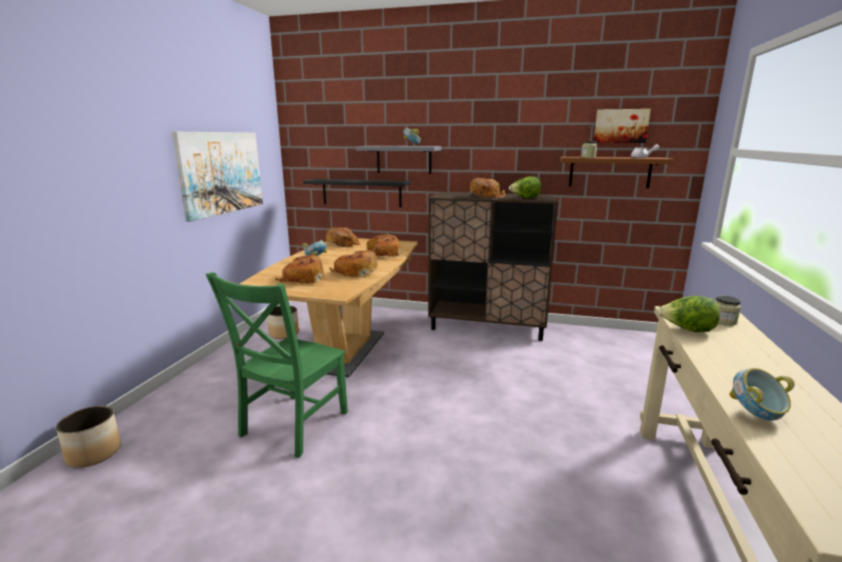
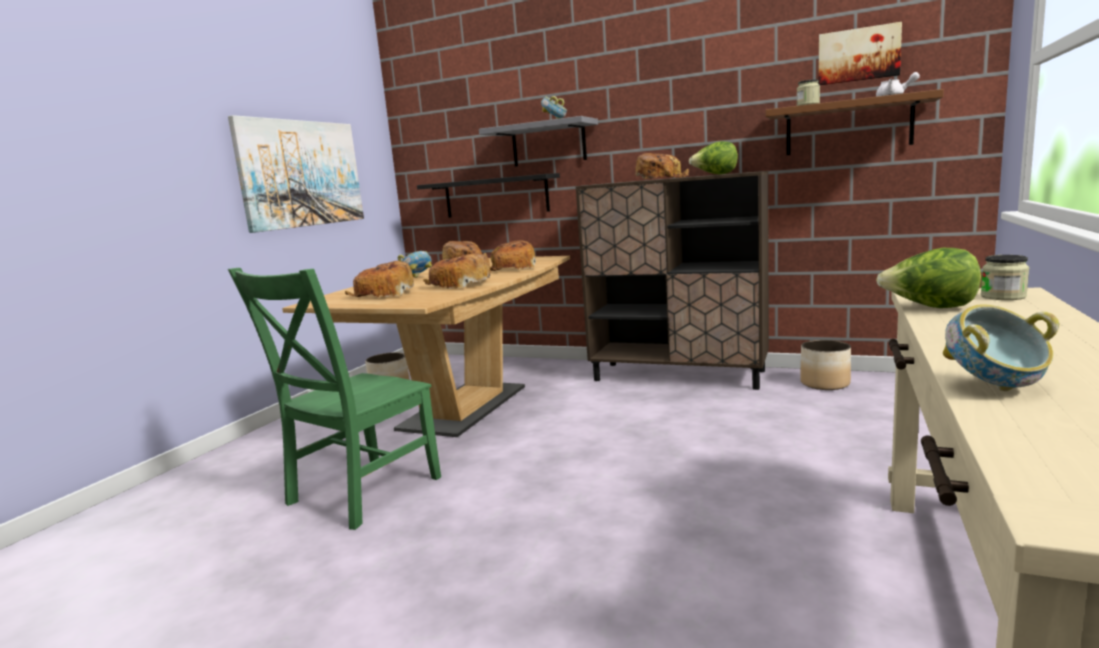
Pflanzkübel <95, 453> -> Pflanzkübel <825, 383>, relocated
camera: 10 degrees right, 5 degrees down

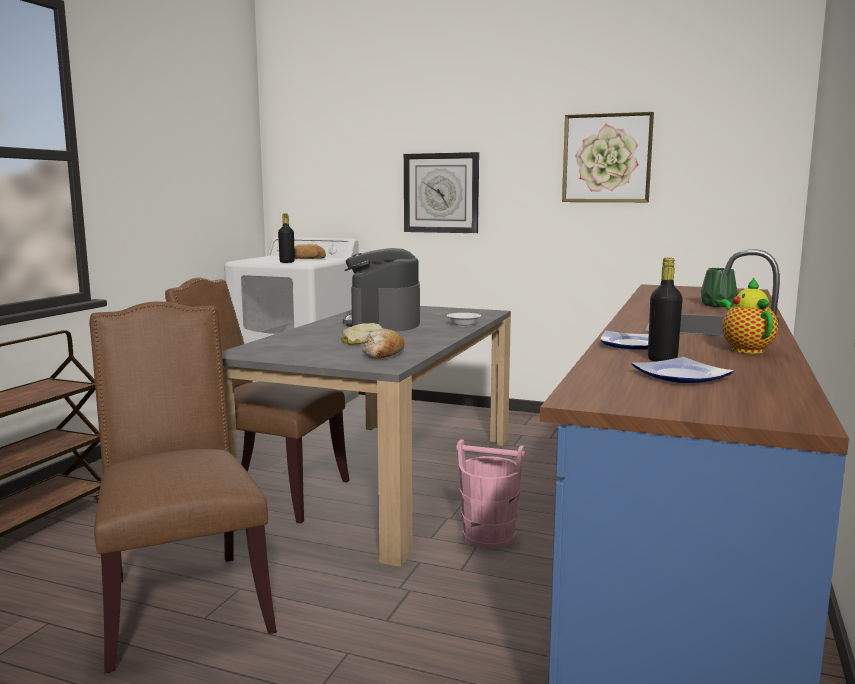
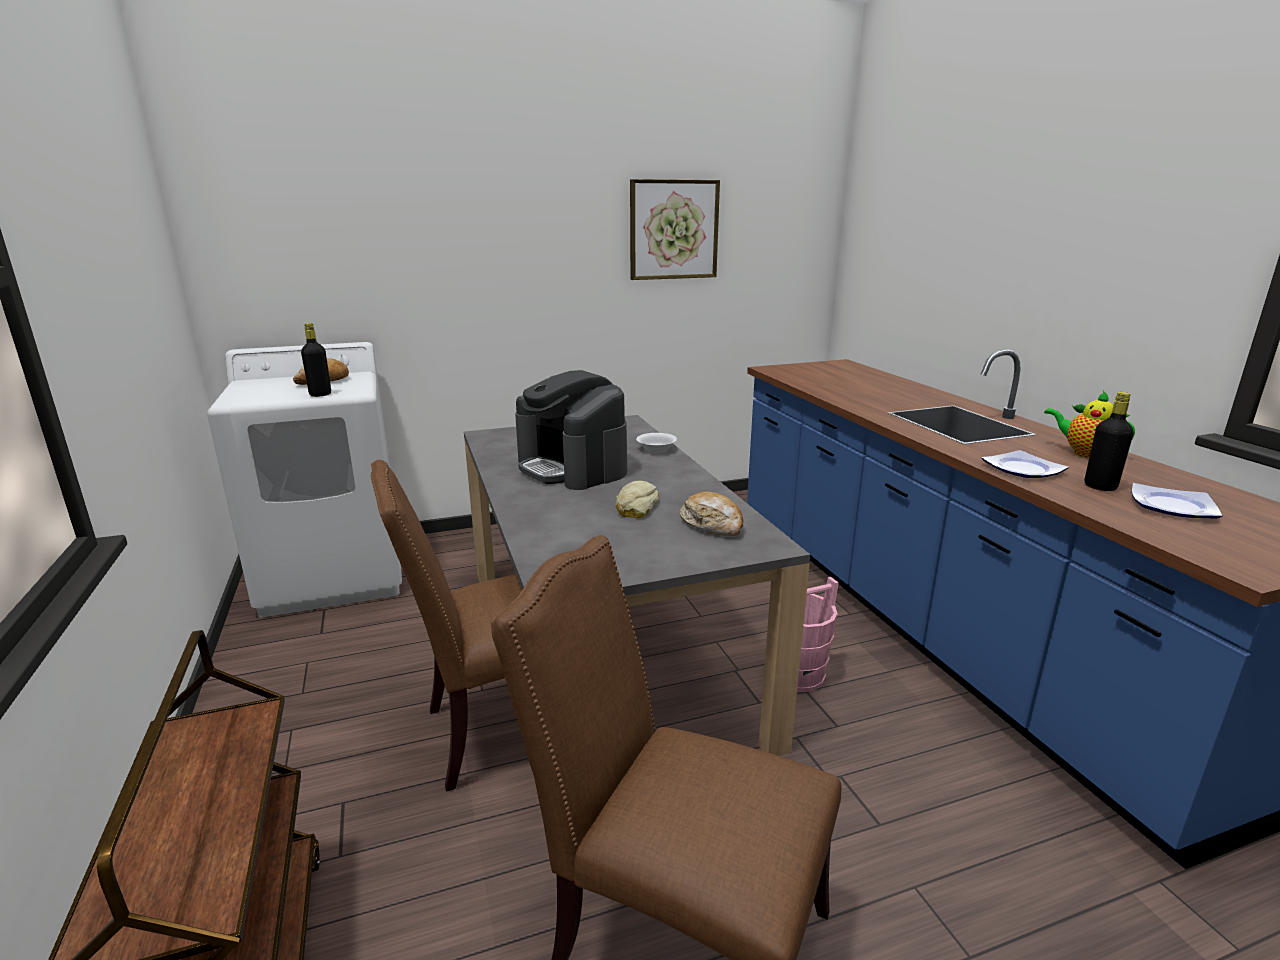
Wanduhr <441, 193> -> none
Vase (grün) <718, 305> -> none
camera: 40 degrees left, 10 degrees up

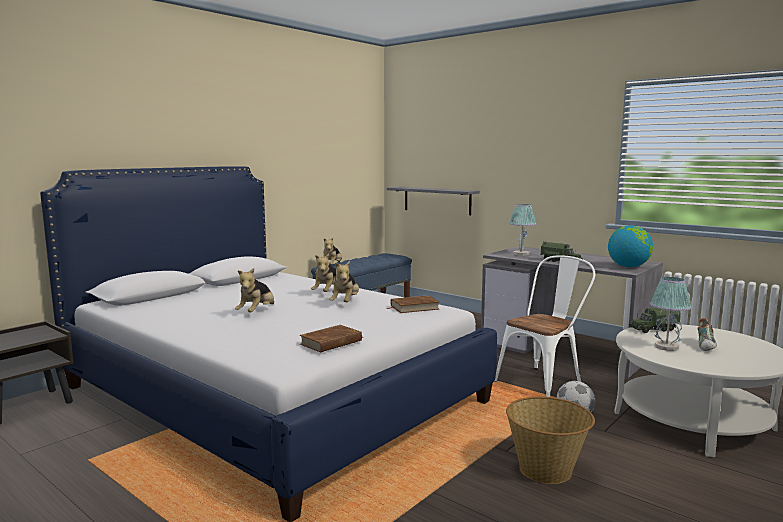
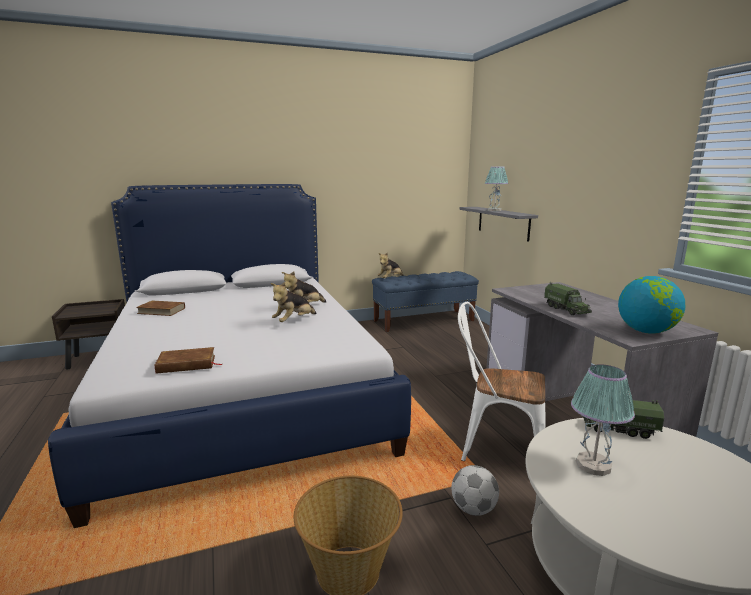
Plüschtier <257, 312> -> none
Schuh <706, 346> -> none
Buch (braun) <414, 307> -> Buch (braun) <161, 311>, relocated
Tischlampe <521, 254> -> Tischlampe <494, 210>, relocated
Stuhl (weiß) <543, 381> -> Stuhl (weiß) <495, 448>, 150 degrees counterclockwise
camera: 30 degrees right, 5 degrees up

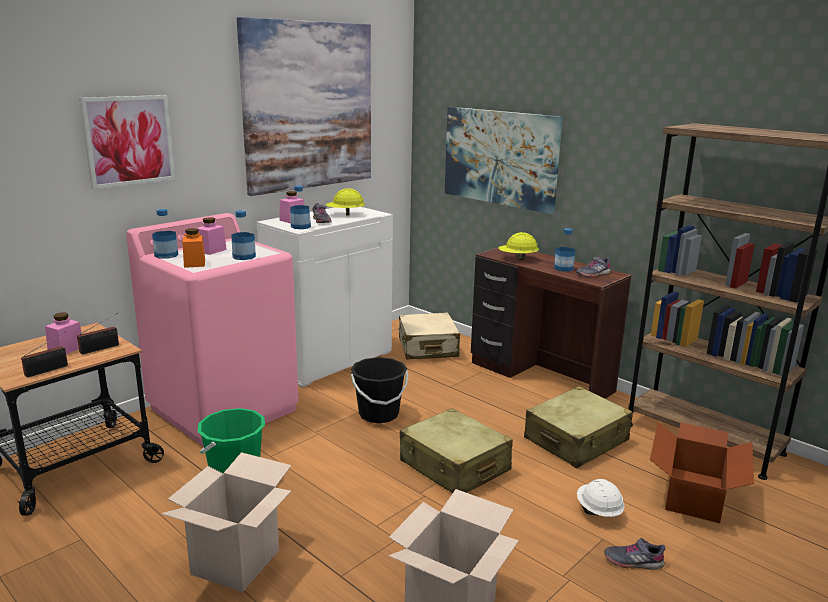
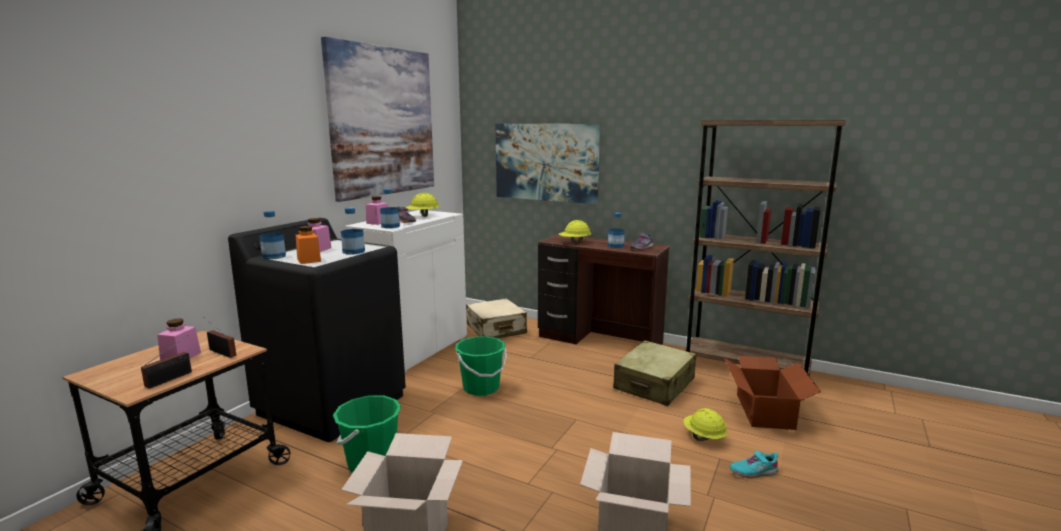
Bild <129, 140> -> none
Koffer (beige) <454, 466> -> none
Waschmaschine (rosa) <224, 409> -> Waschmaschine (schwarz) <333, 404>
Eimer (schwarz) <378, 414> -> Eimer (grün) <481, 388>
Schutzhelm (weiß) <598, 512> -> Schutzhelm (gelb) <704, 437>
Schuh (grau) <633, 561> -> Schuh (türkis) <753, 471>
Radio <102, 348> -> Radio <222, 352>, 90 degrees counterclockwise
camera: 15 degrees left, 5 degrees down

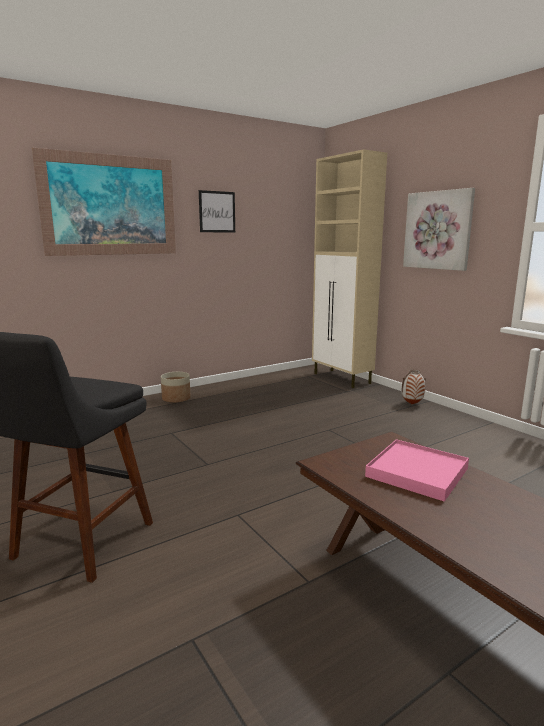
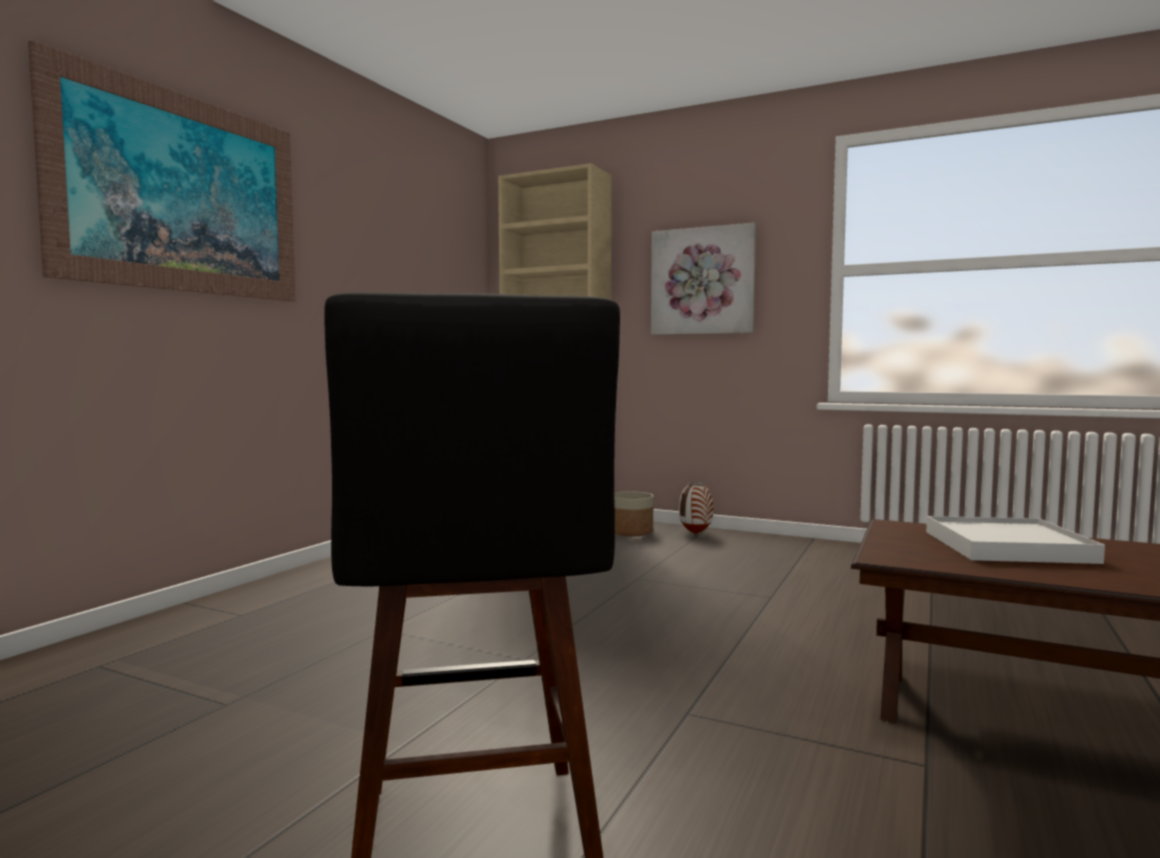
Bild <217, 212> -> none
Pflanzkübel <176, 398> -> Pflanzkübel <631, 532>, relocated
Tablett (rosa) <416, 472> -> Tablett (weiß) <1007, 547>
camera: 30 degrees left, 10 degrees down

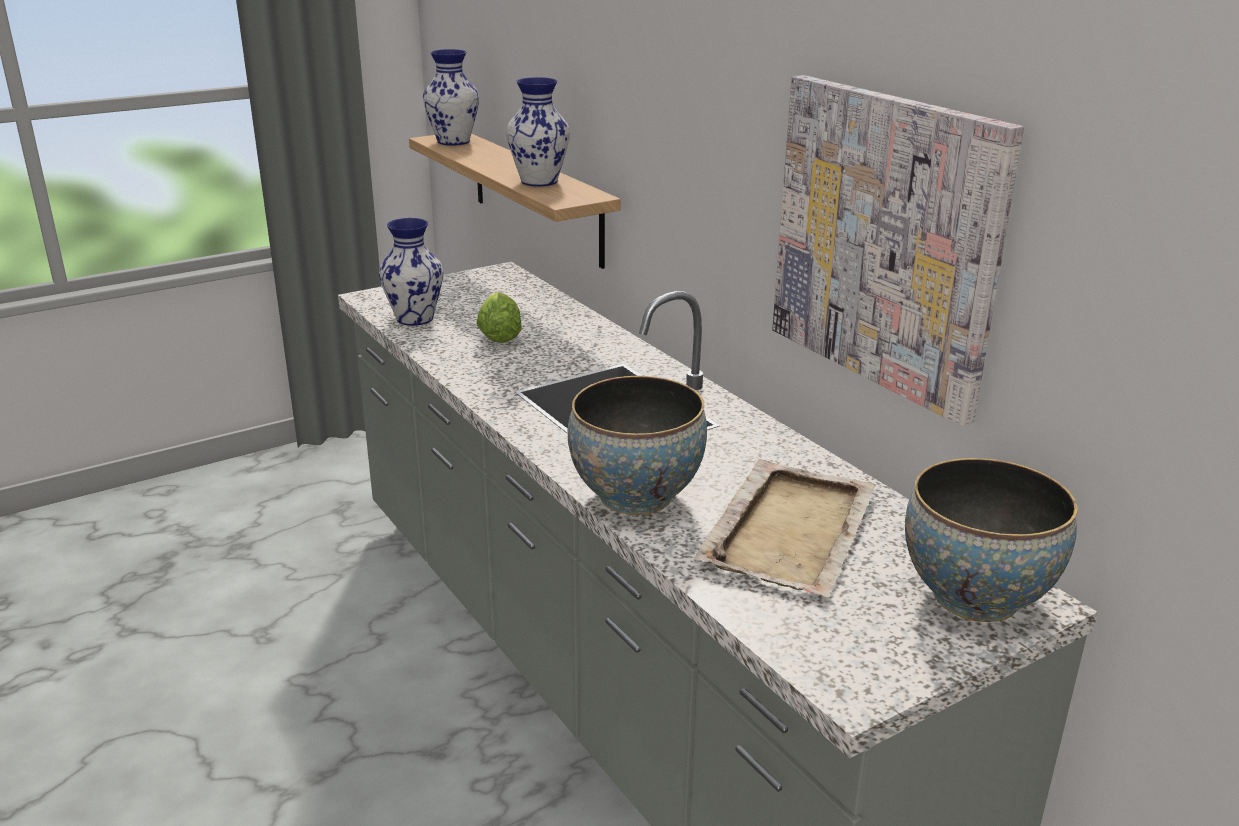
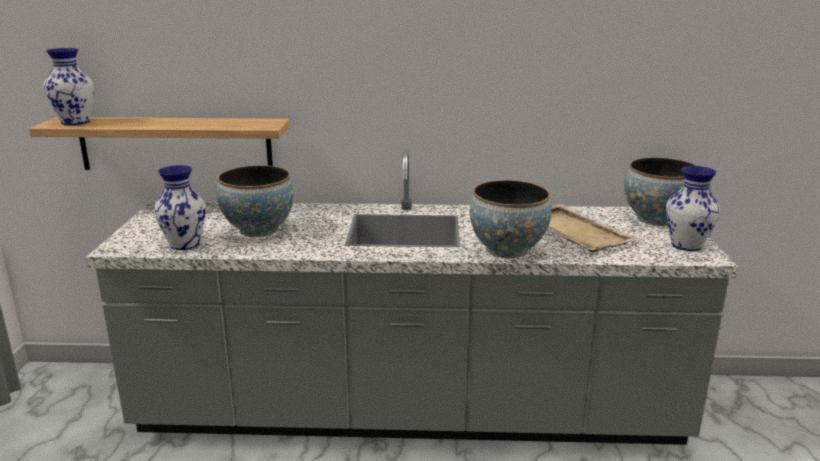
Bild <886, 242> -> none
Vase <538, 181> -> Vase <686, 245>, relocated
Salatkopf <499, 335> -> Schüssel <259, 230>
camera: 55 degrees left, 5 degrees down

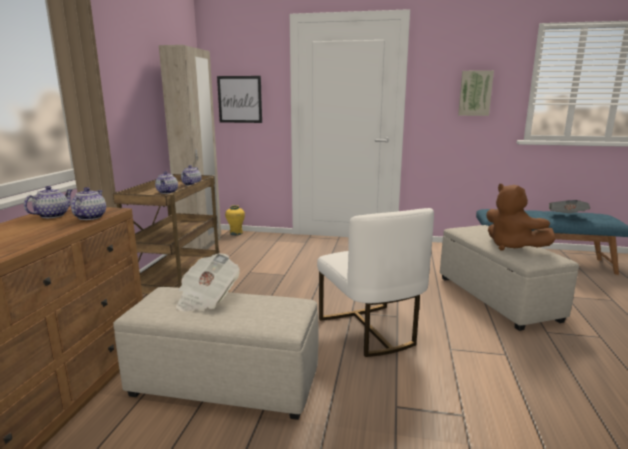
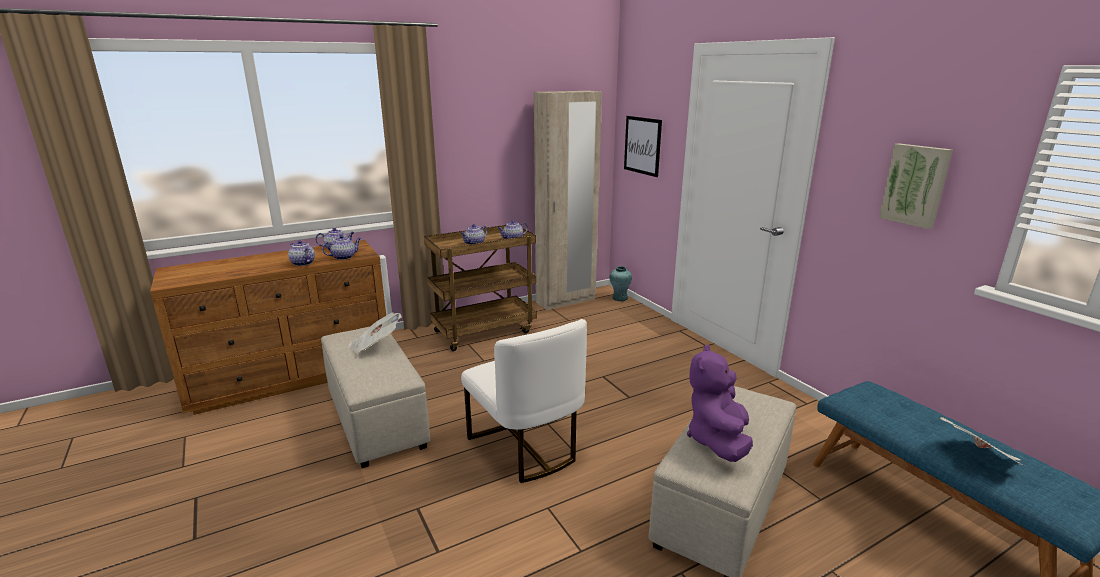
none -> Teekanne <302, 263>
Vase (gelb) <236, 233> -> Vase (türkis) <620, 298>
Plüschtier (braun) <512, 246> -> Plüschtier (lila) <718, 440>
Stuhl (weiß) <370, 330> -> Stuhl (weiß) <525, 447>, 60 degrees counterclockwise
camera: 50 degrees right, 5 degrees up

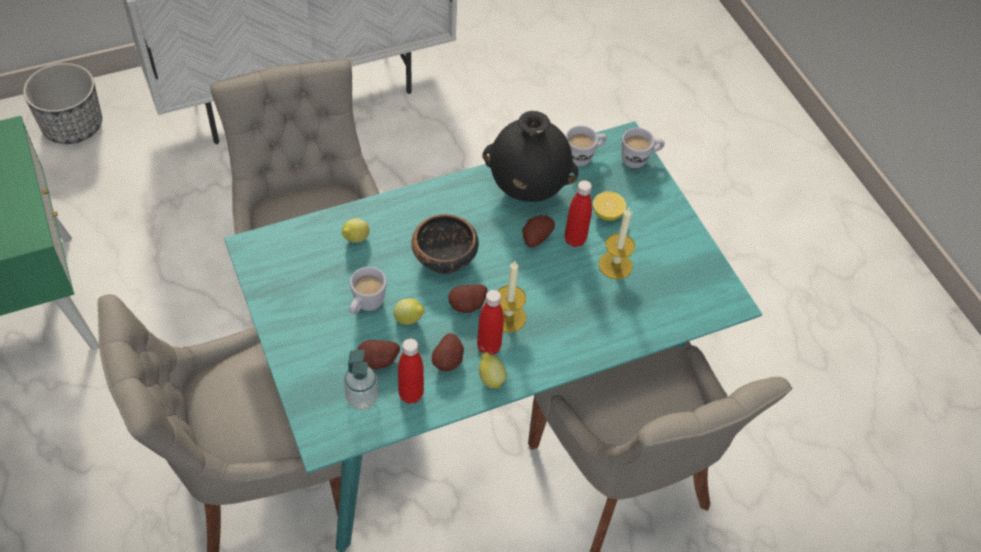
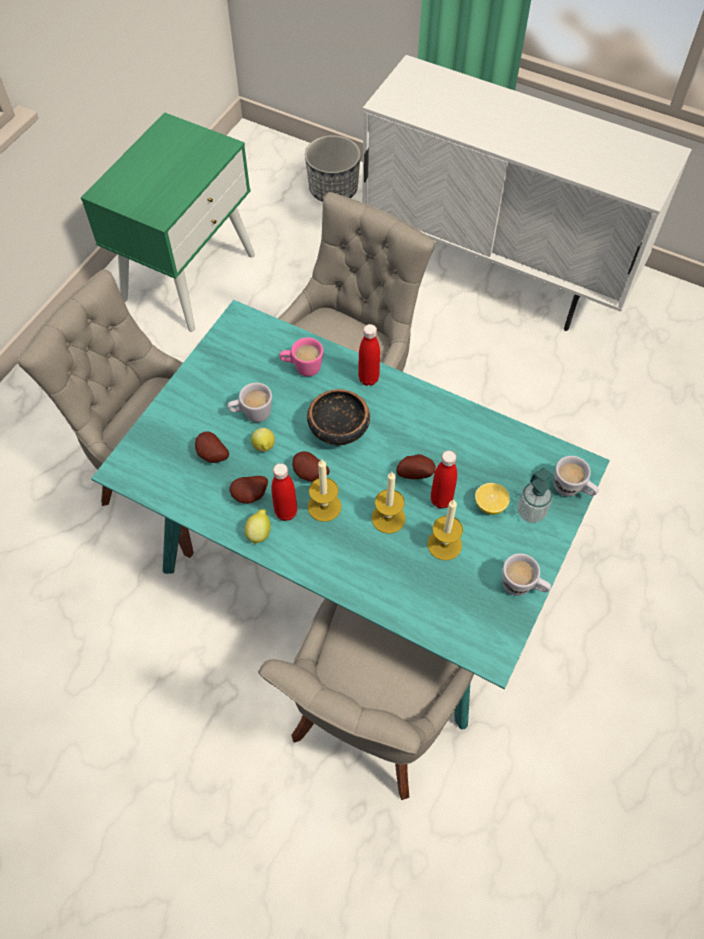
Vase (schwarz) <526, 189> -> none
none -> Kerze <388, 518>
Seifenspender <362, 398> -> Seifenspender <531, 512>, relocated
Flasche (rot) <411, 394> -> Flasche (rot) <368, 379>, relocated
Henkelbecher (weiß) <584, 156> -> Henkelbecher (weiß) <522, 587>, relocated
Zitrone <355, 239> -> Henkelbecher (rosa) <302, 368>
camera: 55 degrees right, 5 degrees up

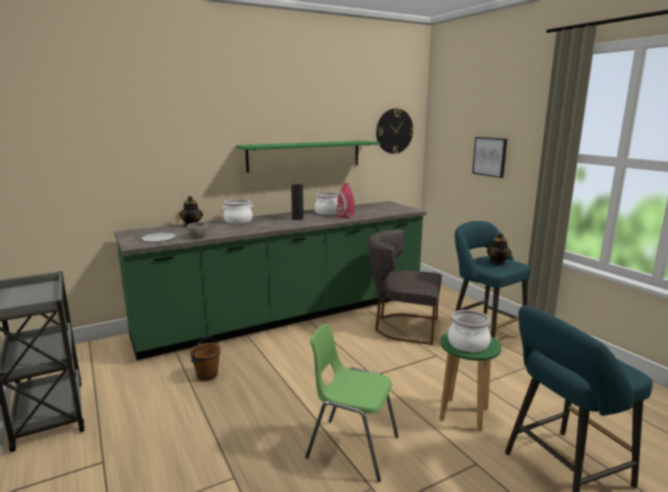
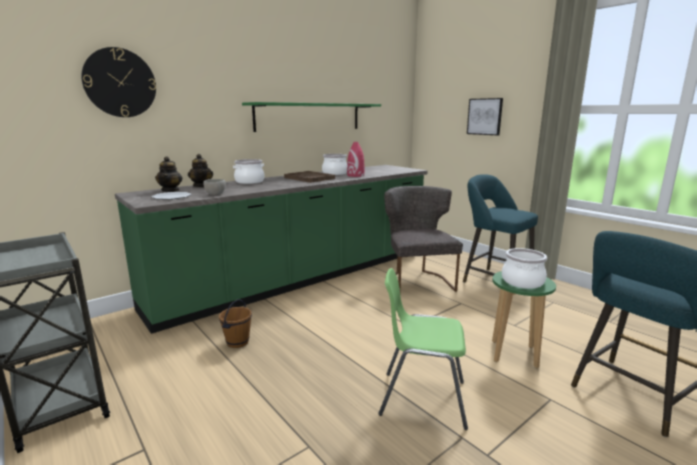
Wanduhr <394, 131> -> Wanduhr <120, 83>, relocated
Teekanne <497, 262> -> Teekanne <170, 190>, relocated
Vase (schwarz) <297, 218> -> Tablett (braun) <309, 178>
Stuhl (grau) <402, 327> -> Stuhl (grau) <417, 281>, 75 degrees clockwise
camera: 10 degrees left, 0 degrees up

